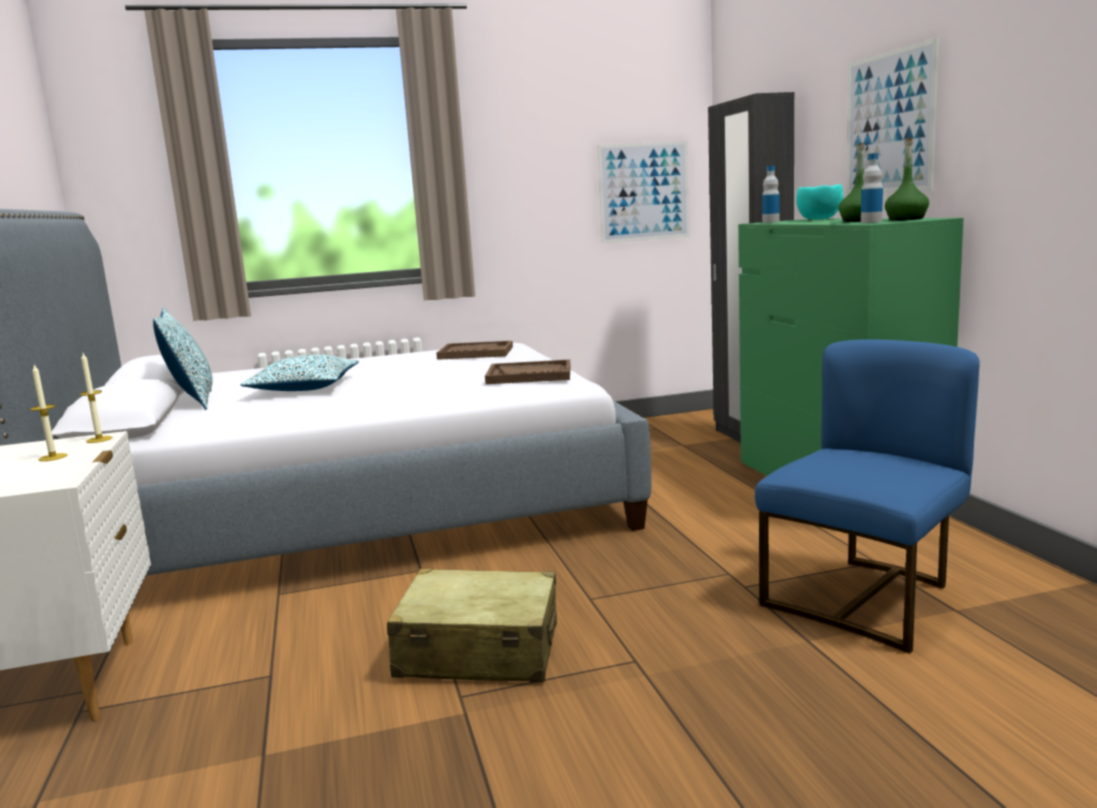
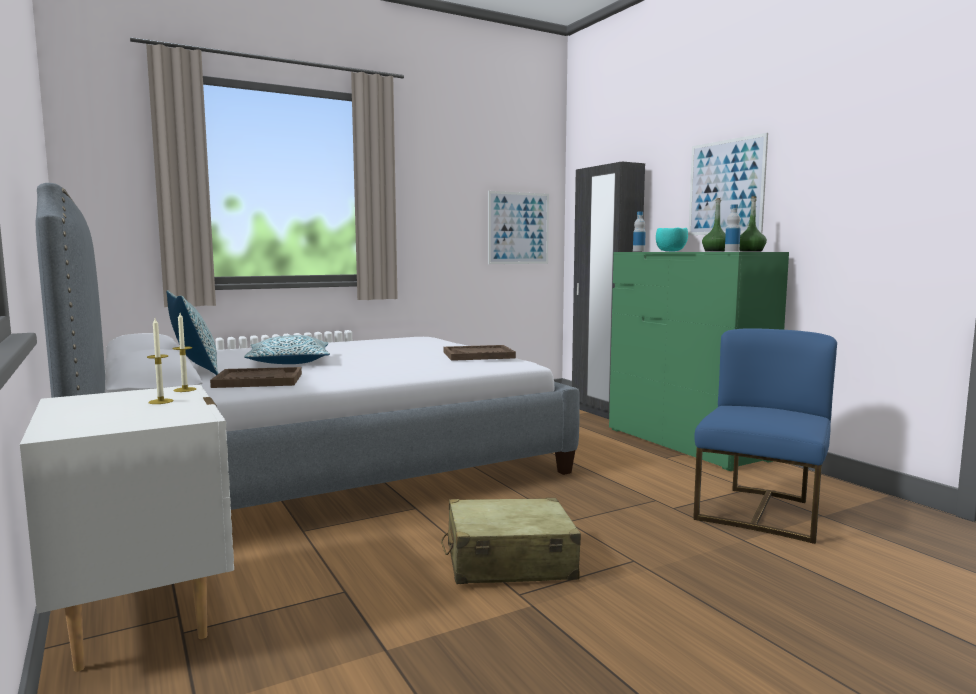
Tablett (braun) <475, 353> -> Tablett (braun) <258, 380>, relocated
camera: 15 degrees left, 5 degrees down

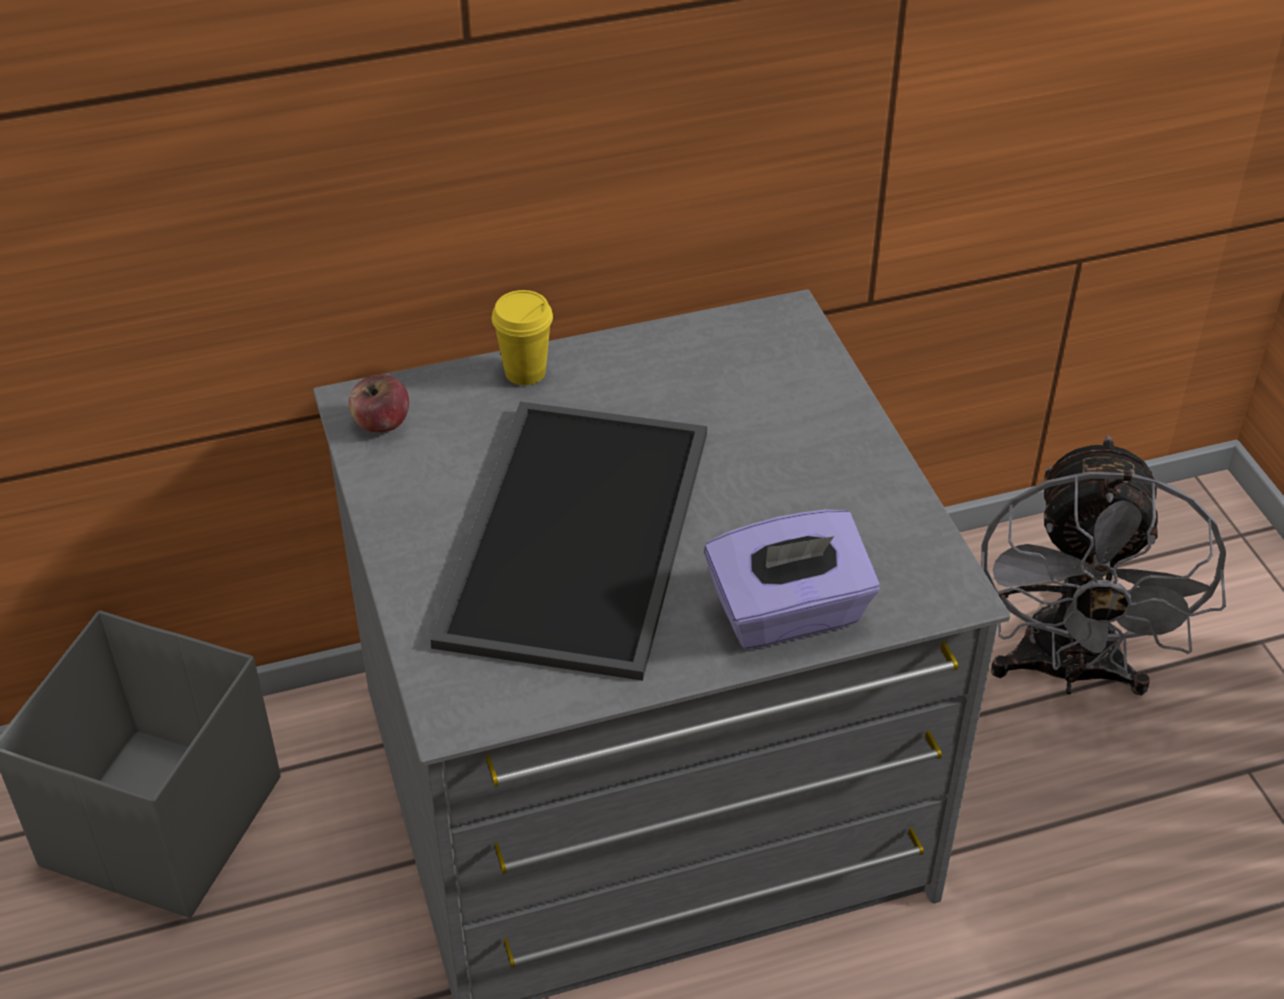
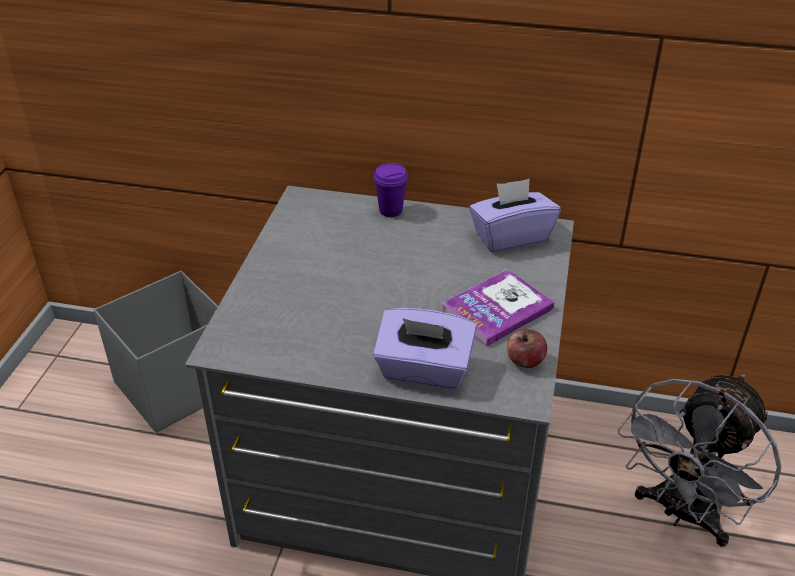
Tablett <582, 539> -> none
none -> Buch <497, 309>
none -> Taschentuchbox (lila) <511, 236>
Apfel <381, 423> -> Apfel <525, 361>, relocated
Tasse (gelb) <525, 372> -> Tasse (lila) <390, 210>
camera: 30 degrees right, 5 degrees down

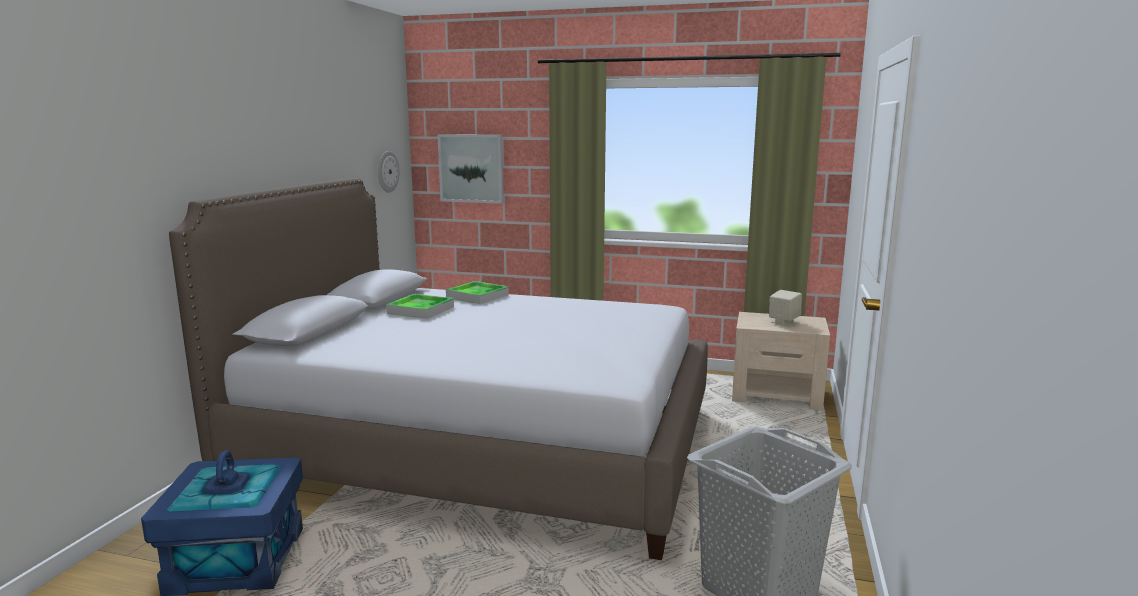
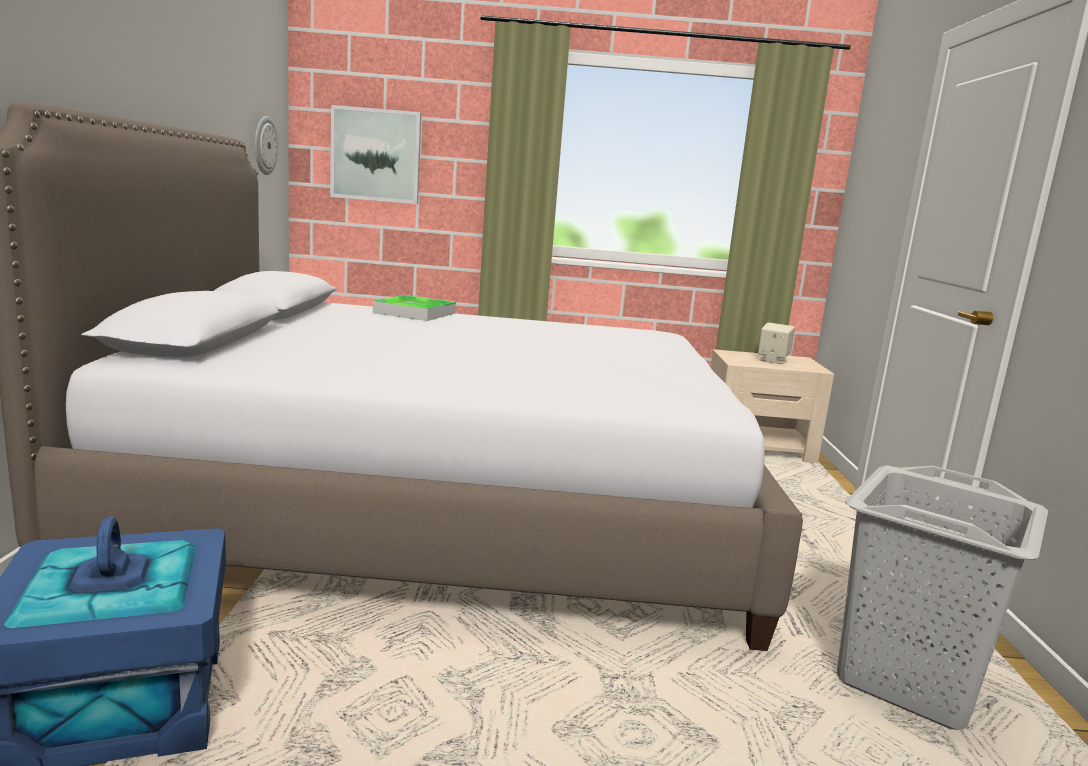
Tablett <420, 310> -> none
camera: 15 degrees left, 0 degrees up

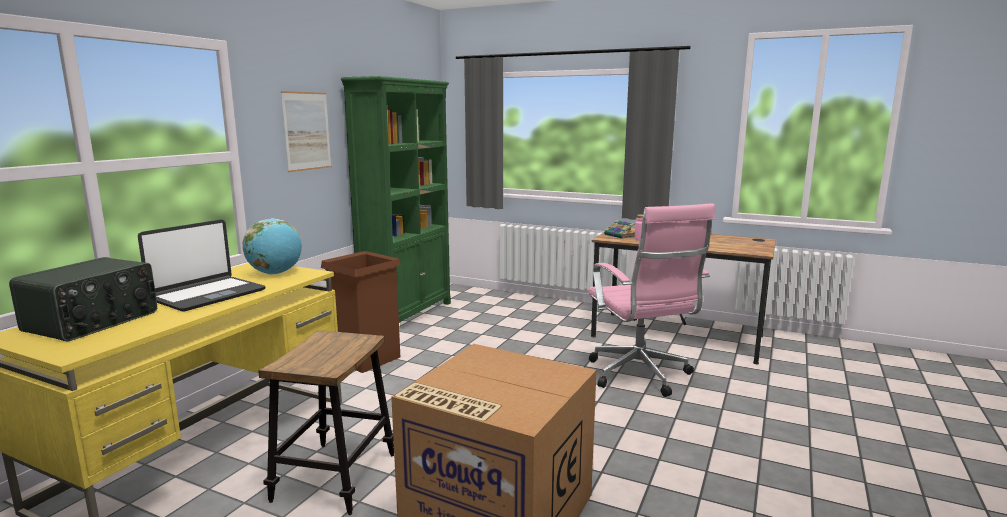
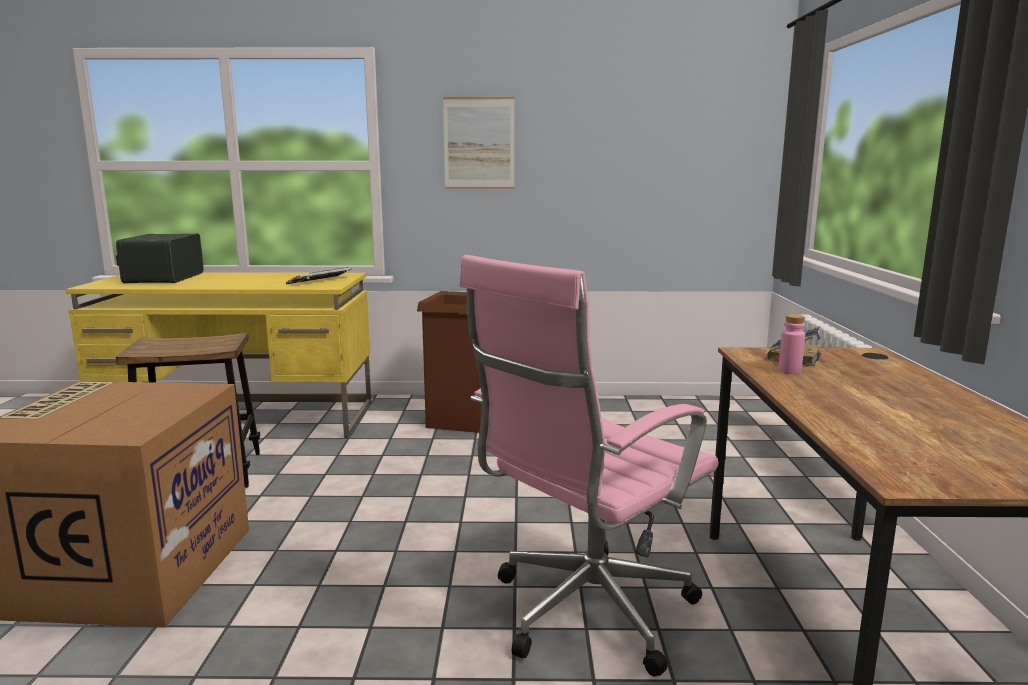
Laptop <207, 295> -> none
Bücherregal (grün) <408, 314> -> none
Globus <275, 273> -> Tastatur <320, 281>
Radio <93, 322> -> Radio <163, 278>, 90 degrees clockwise
camera: 65 degrees right, 0 degrees up

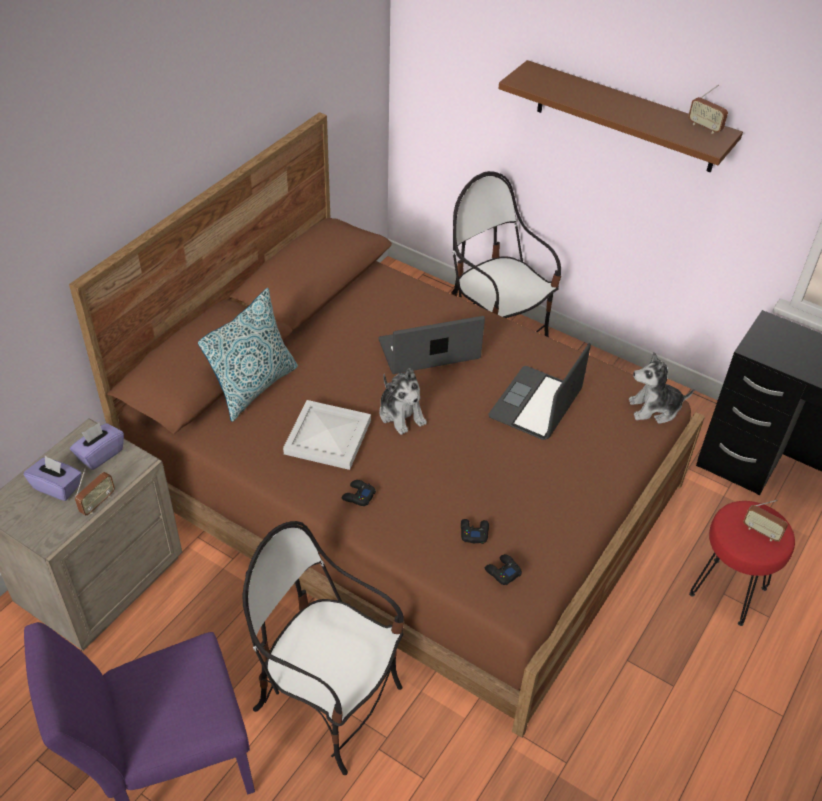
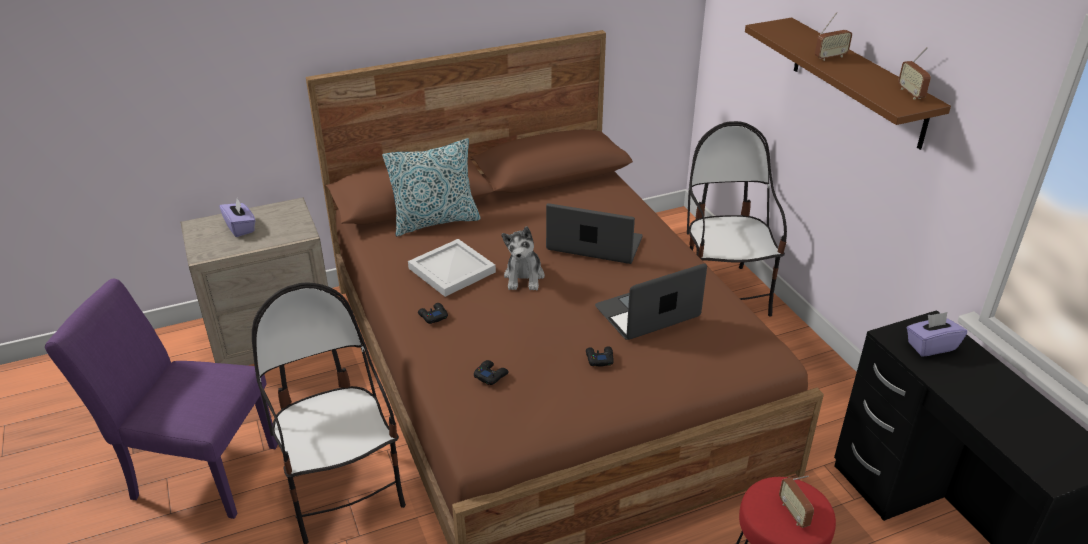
Plüschtier <654, 409> -> none
Taschentuchbox (lila) <100, 454> -> Taschentuchbox (lila) <931, 346>, relocated
Radio <97, 503> -> Radio <830, 57>, relocated
Gamepad (schwarz) <502, 572> -> Gamepad (schwarz) <599, 359>, relocated
camera: 35 degrees right, 10 degrees down

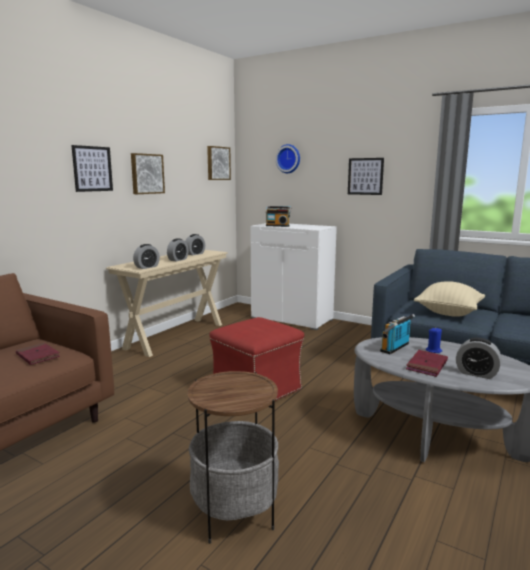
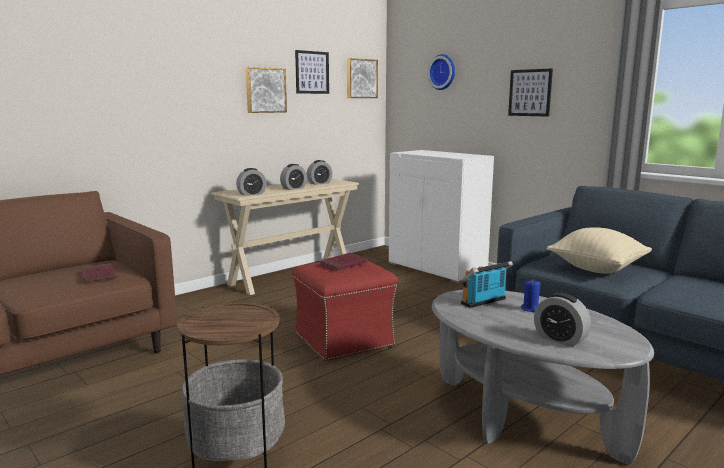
Radio <278, 226> -> none
Bild <92, 169> -> Bild <312, 72>, relocated
Buch (rot) <427, 365> -> Buch (rot) <343, 264>, relocated
camera: 15 degrees right, 0 degrees up

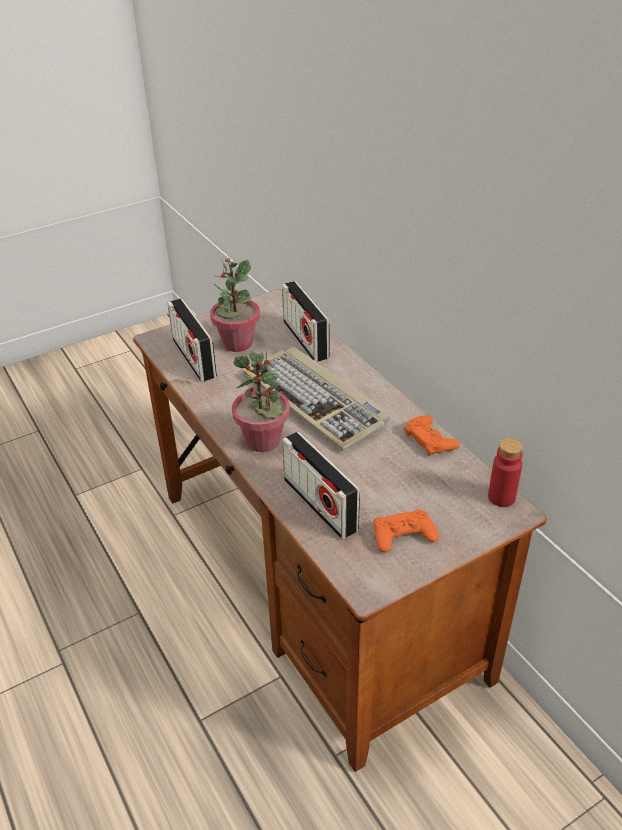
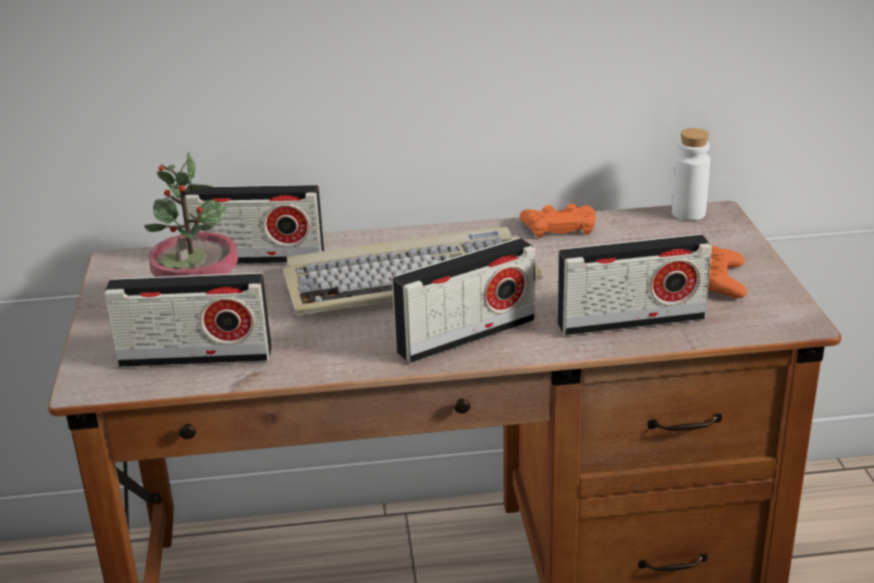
Topfpflanze <263, 441> -> Radio <466, 336>
Flasche (rot) <501, 497> -> Flasche (weiß) <688, 213>
camera: 65 degrees left, 10 degrees down

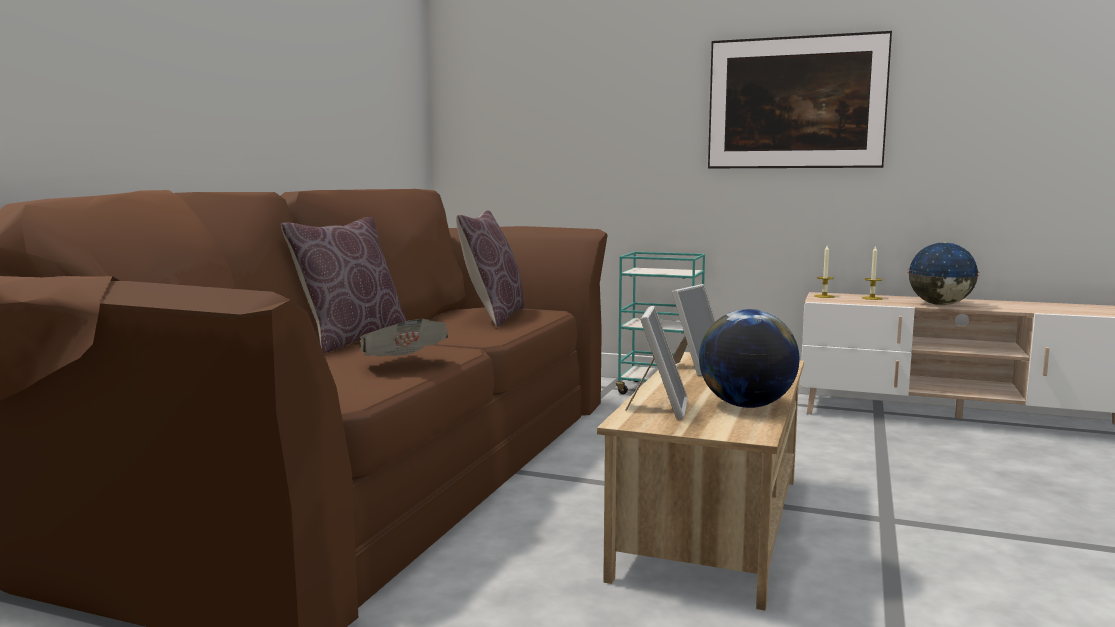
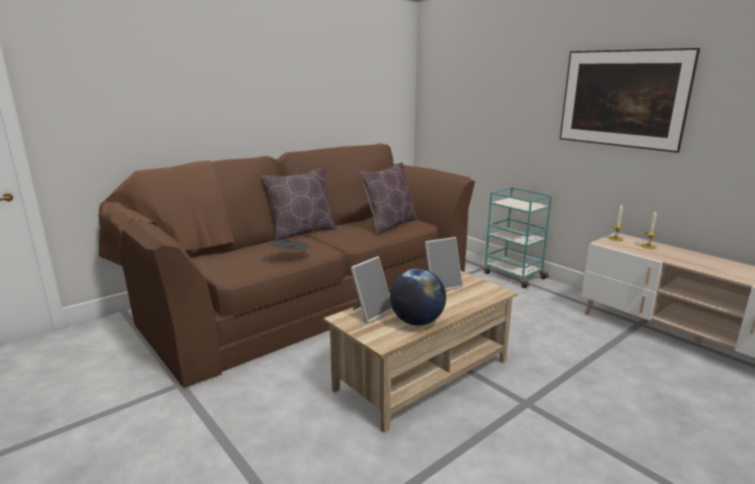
Globus <940, 304> -> none
camera: 30 degrees right, 10 degrees up

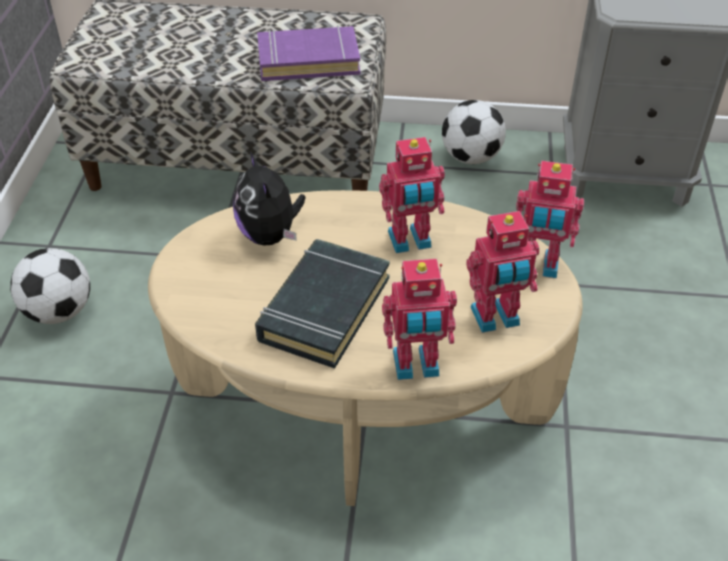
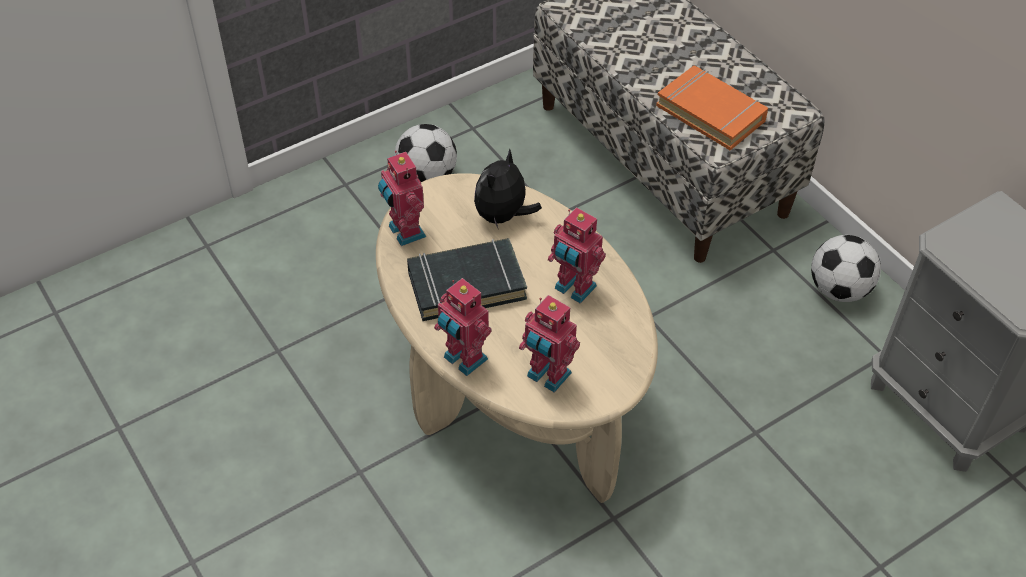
Spielzeugroboter <538, 266> -> Spielzeugroboter <404, 232>, relocated
Buch (lila) <308, 60> -> Buch (orange) <711, 113>
camera: 50 degrees right, 5 degrees up

